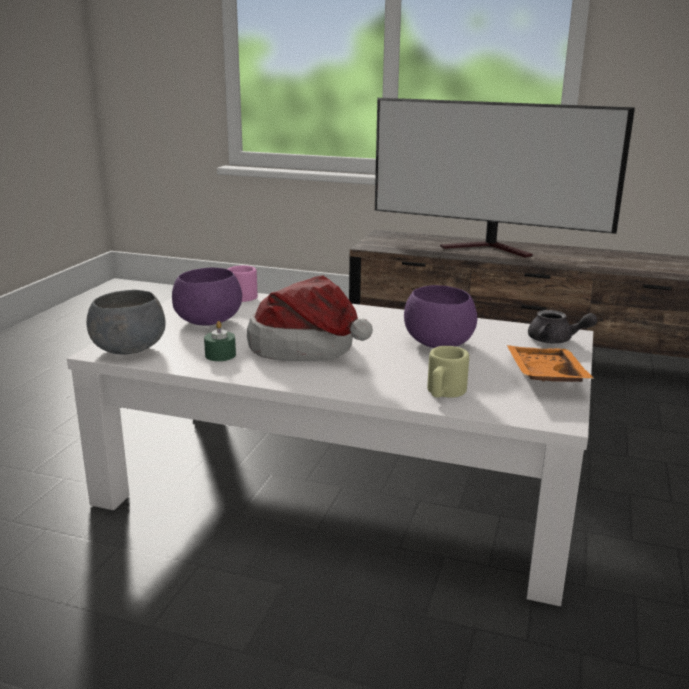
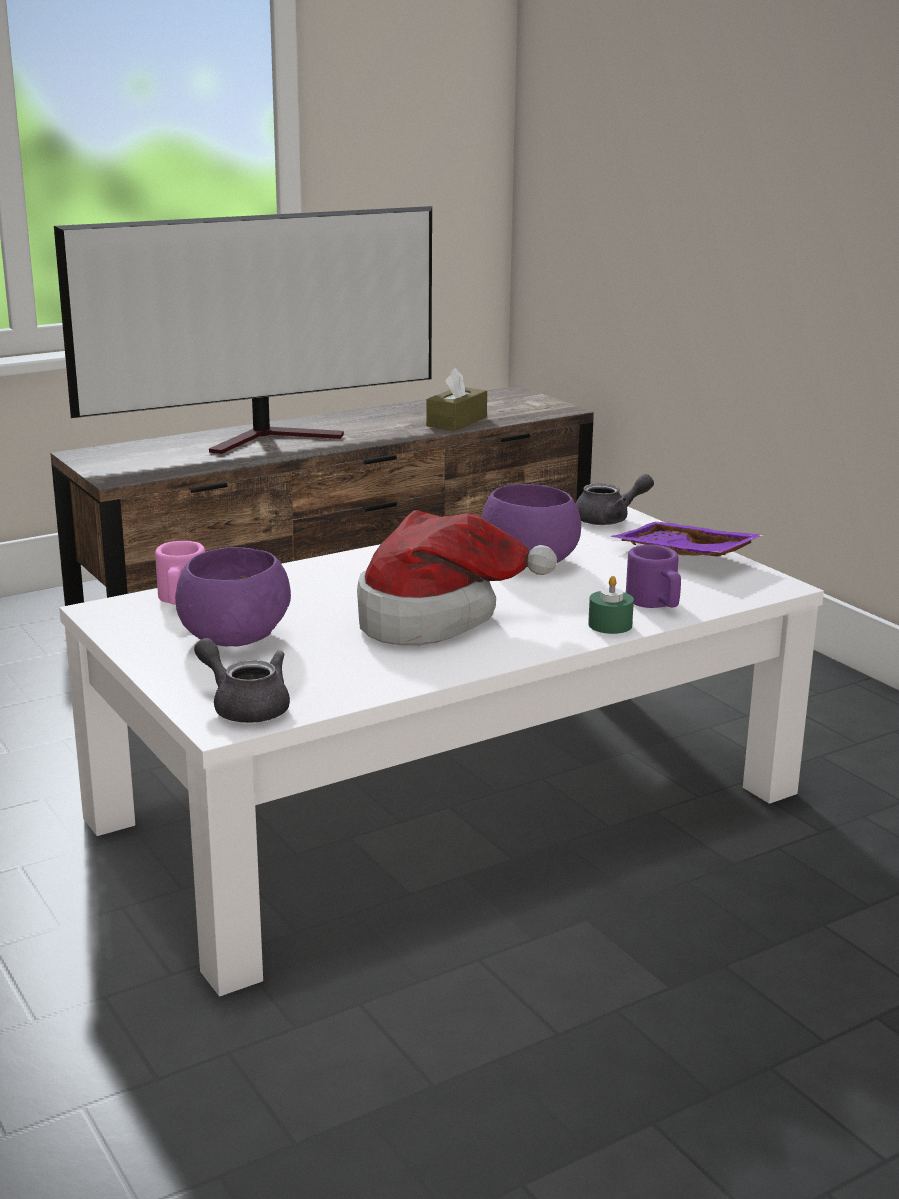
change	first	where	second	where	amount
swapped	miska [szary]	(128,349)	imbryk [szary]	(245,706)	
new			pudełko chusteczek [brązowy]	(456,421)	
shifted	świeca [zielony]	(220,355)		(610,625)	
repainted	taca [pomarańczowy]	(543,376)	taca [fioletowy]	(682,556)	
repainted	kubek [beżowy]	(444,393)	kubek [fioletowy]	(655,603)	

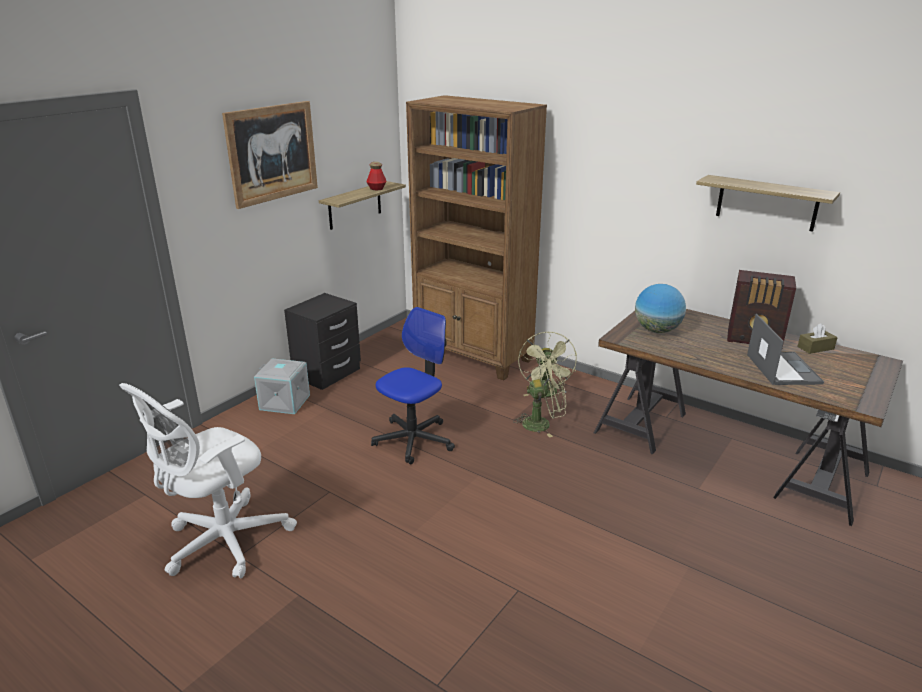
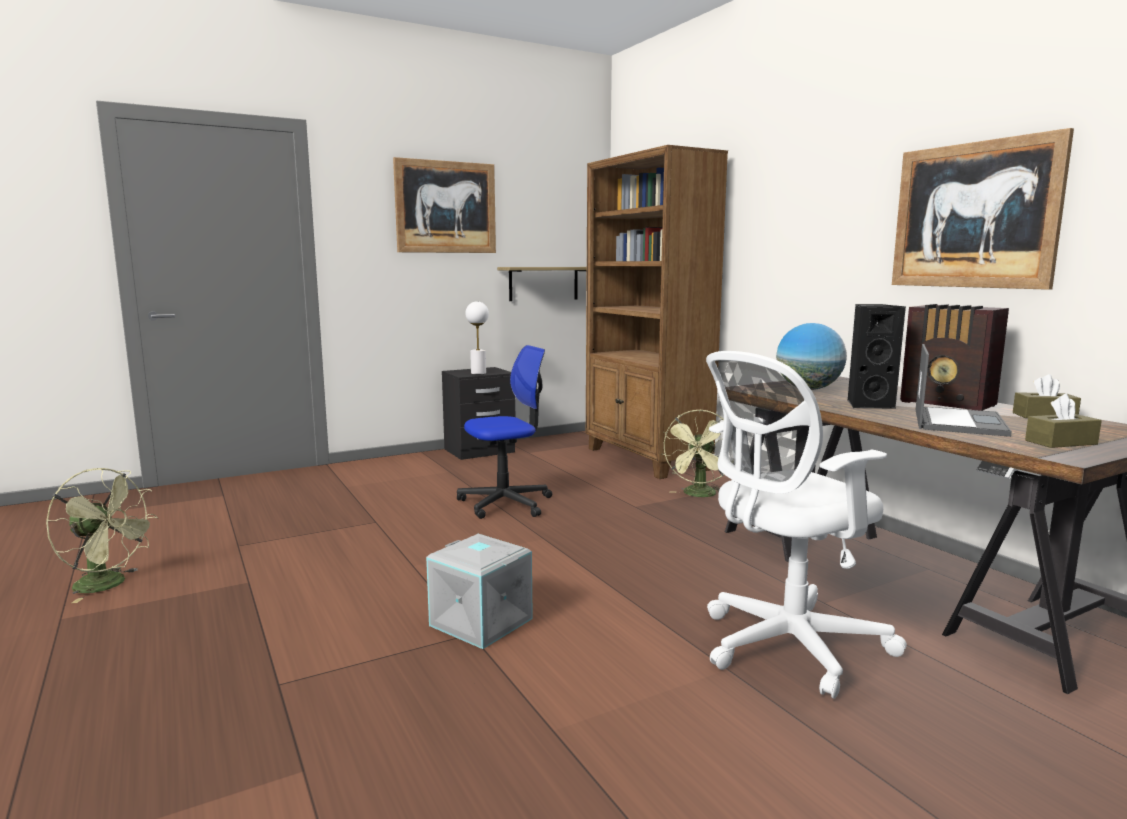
change	first	where	second	where	amount
shifted	wentylator [zielony]	(542,423)		(109,585)	
shifted	pojemnik do przechowywania [szary]	(284,402)		(479,622)	
new			lampa stołowa [biały]	(478,373)	
shifted	krzesło biurowe [biały]	(221,543)		(785,647)	
new			głośnik [czarny]	(868,405)	
swapped	półka	(766,203)	obraz	(973,215)	
new			pudełko chusteczek [brązowy]	(1061,442)	
gone	butelka	(376,189)			

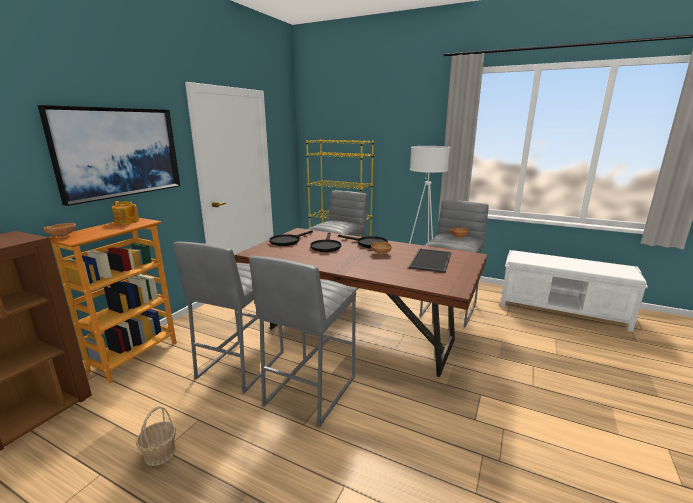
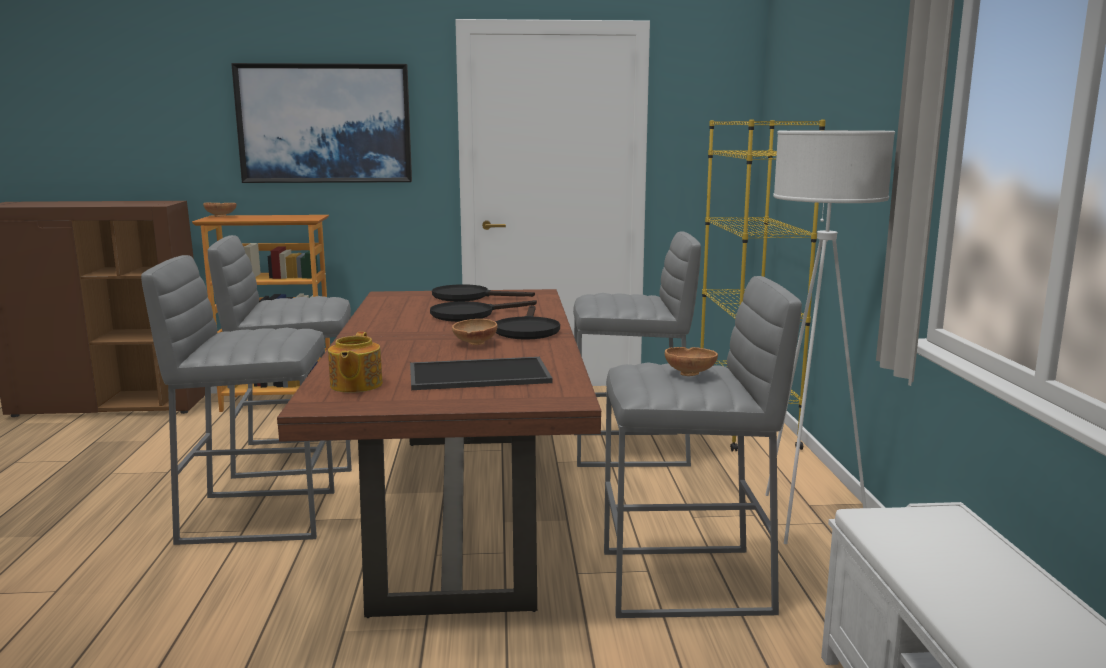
change	first	where	second	where	amount
shifted	imbryk	(127,221)		(355,385)	
gone	koszyk	(159,453)			

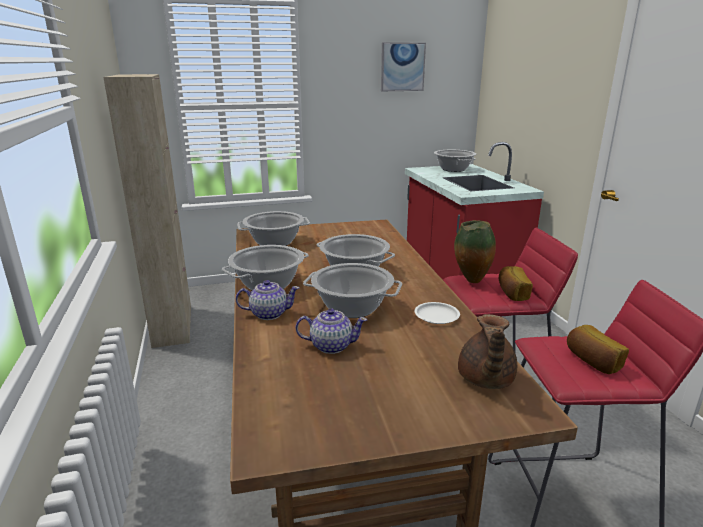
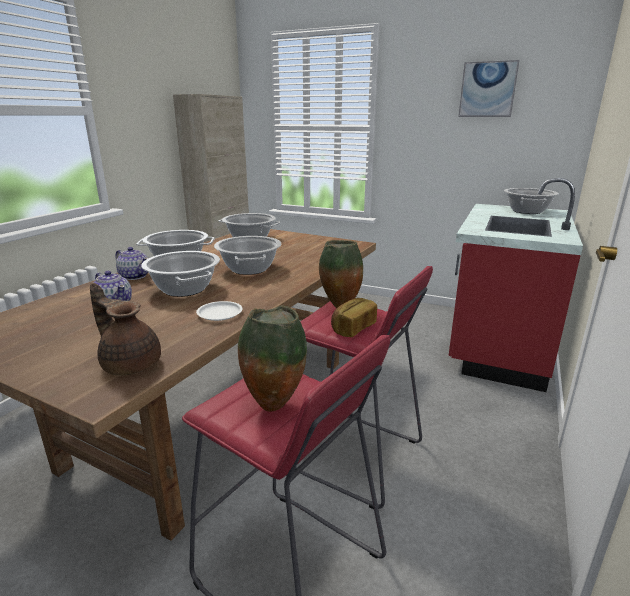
change	first	where	second	where	amount
rotated	imbryk [brązowy]	(485,380)		(130,363)	75 degrees clockwise
swapped	chleb	(592,361)	wazon	(274,405)	

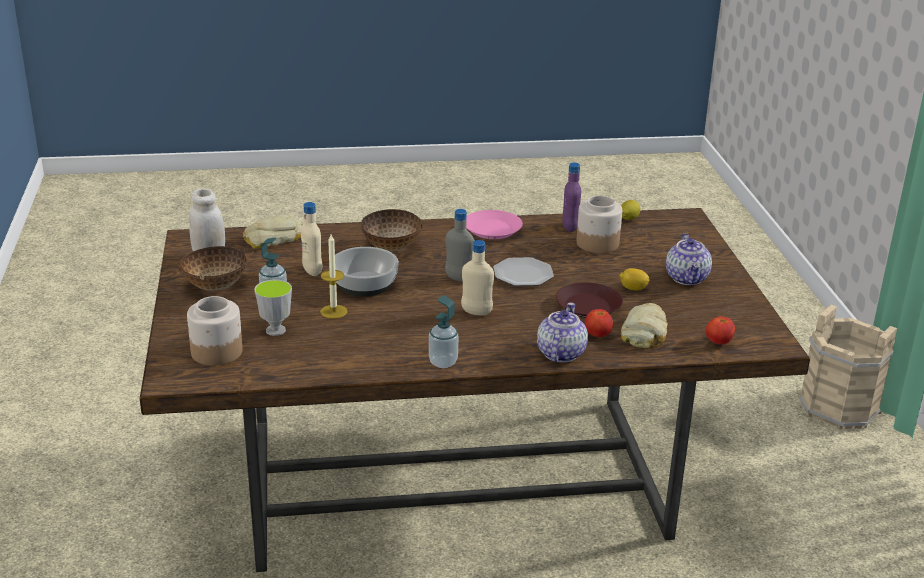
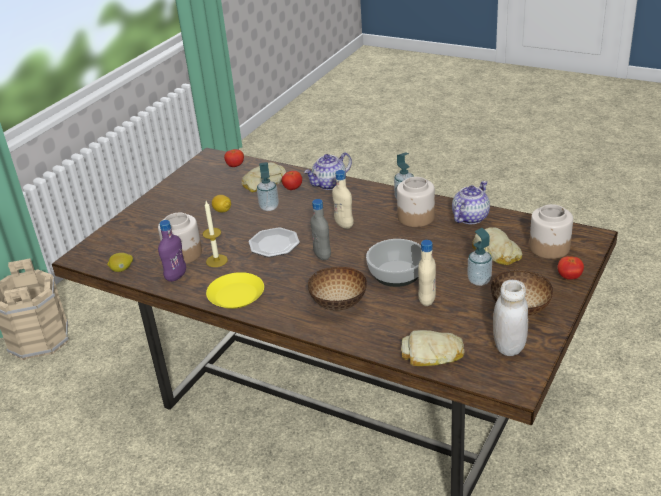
change	first	where	second	where	amount
shifted	świeca	(333,311)		(216,260)	
repainted	talerz [różowy]	(493,230)	talerz [żółty]	(236,295)	
swapped	talerz [brązowy]	(588,306)	dozownik mydła	(269,207)	
new			słoik	(416,217)	
shifted	imbryk	(687,278)		(470,217)	
swapped	filiżanka	(275,330)	chleb	(496,252)	
new			pomidor	(569,277)	

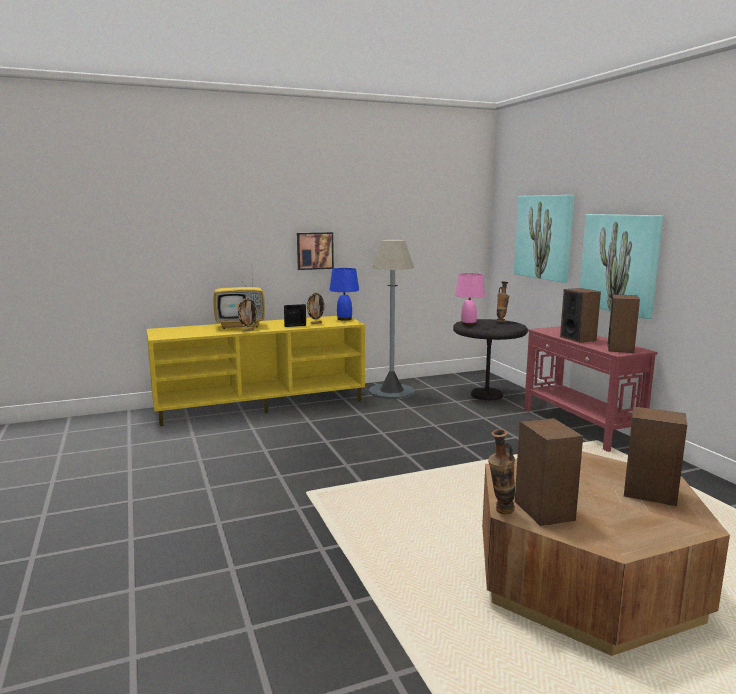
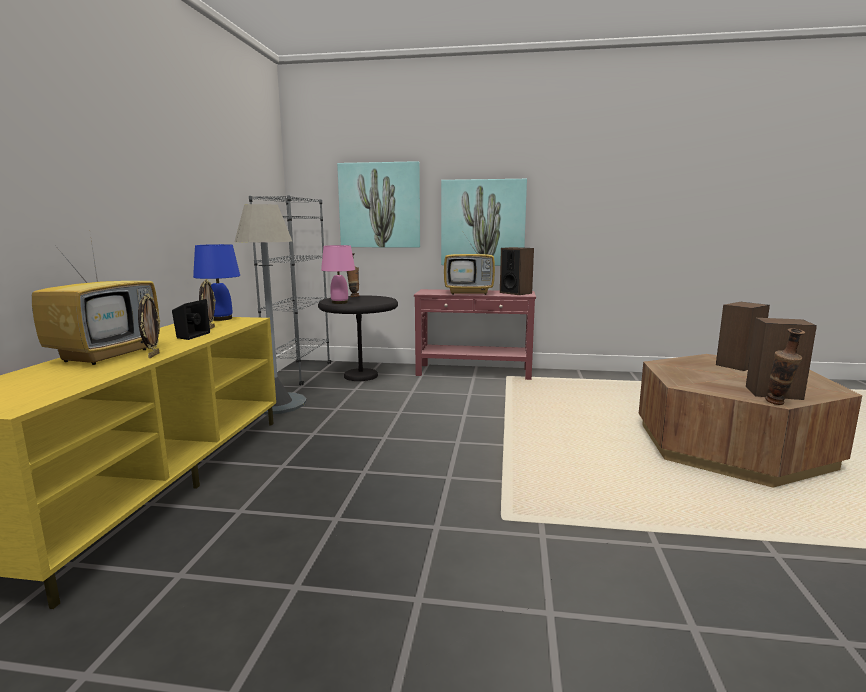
change	first	where	second	where	amount
new			regał [szary]	(299,373)	
swapped	głośnik	(578,338)	telewizor	(470,293)	
gone	obraz	(314,250)			

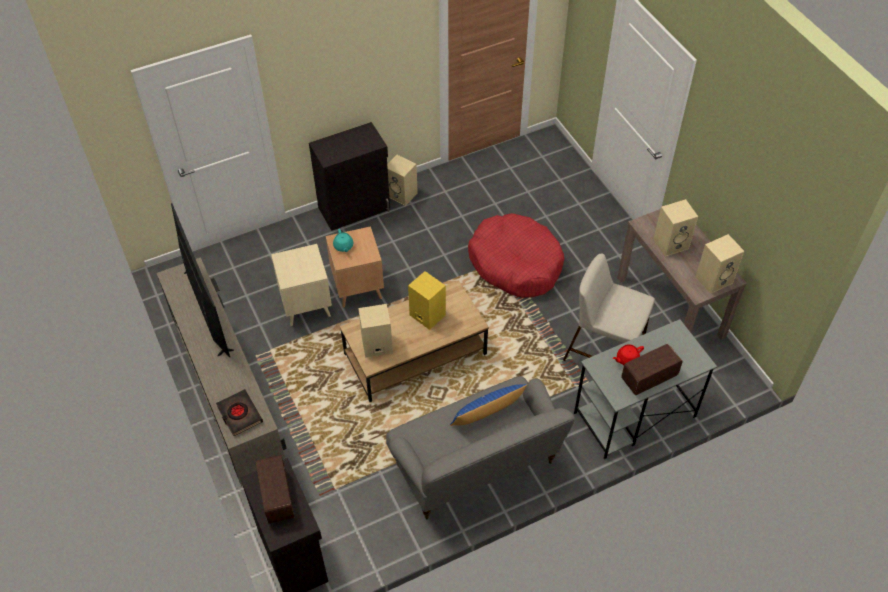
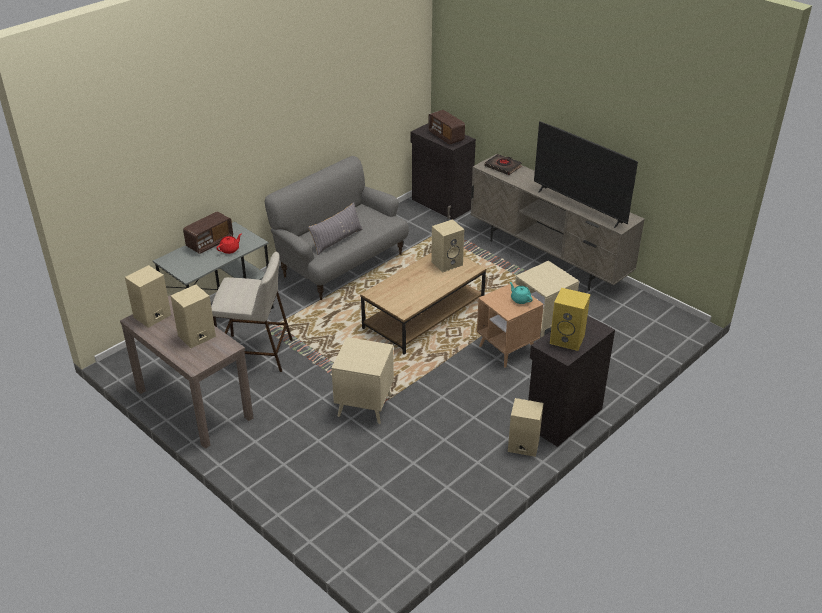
change	first	where	second	where	amount
repainted	poduszka [niebieski]	(487,413)	poduszka [szary]	(337,240)	
swapped	legowisko [czerwony]	(515,263)	stolik [beżowy]	(364,406)	
shifted	głośnik [żółty]	(426,315)		(568,339)	

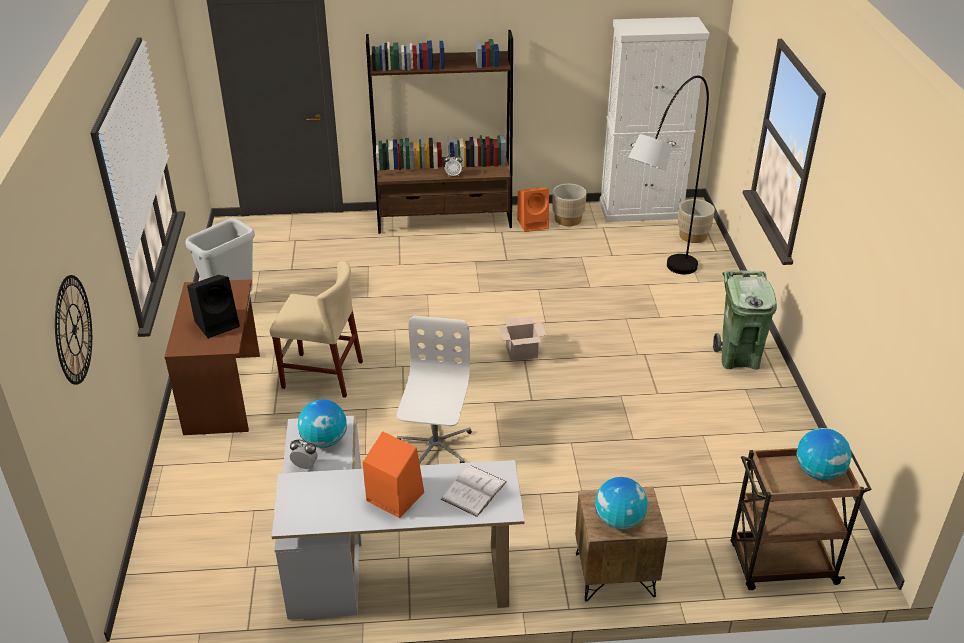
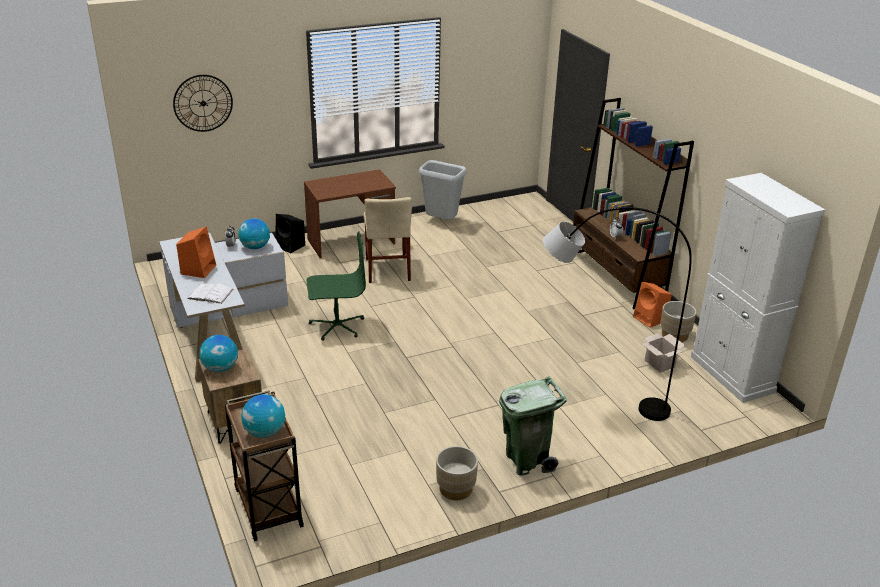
change	first	where	second	where	amount
shifted	głośnik [czarny]	(218,323)		(291,246)	
repainted	krzesło biurowe [biały]	(434,445)	krzesło biurowe [zielony]	(337,326)	
shifted	donica [beżowy]	(693,236)		(456,489)	
shifted	karton	(522,352)		(660,364)	

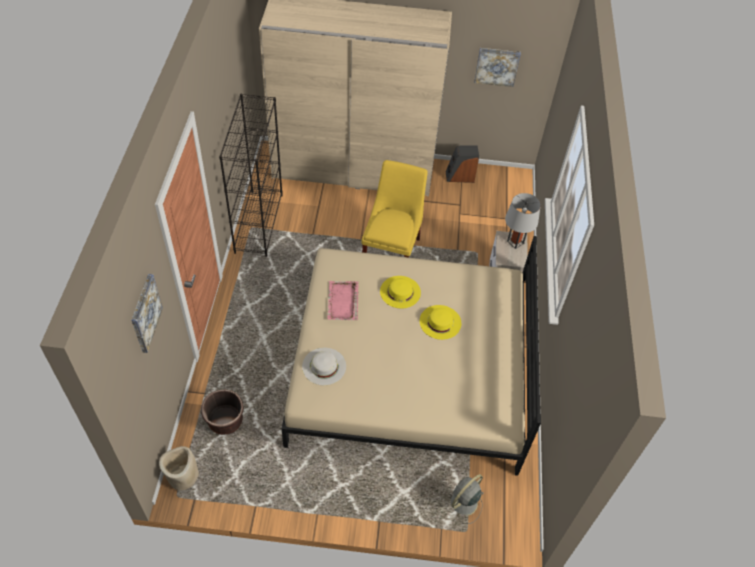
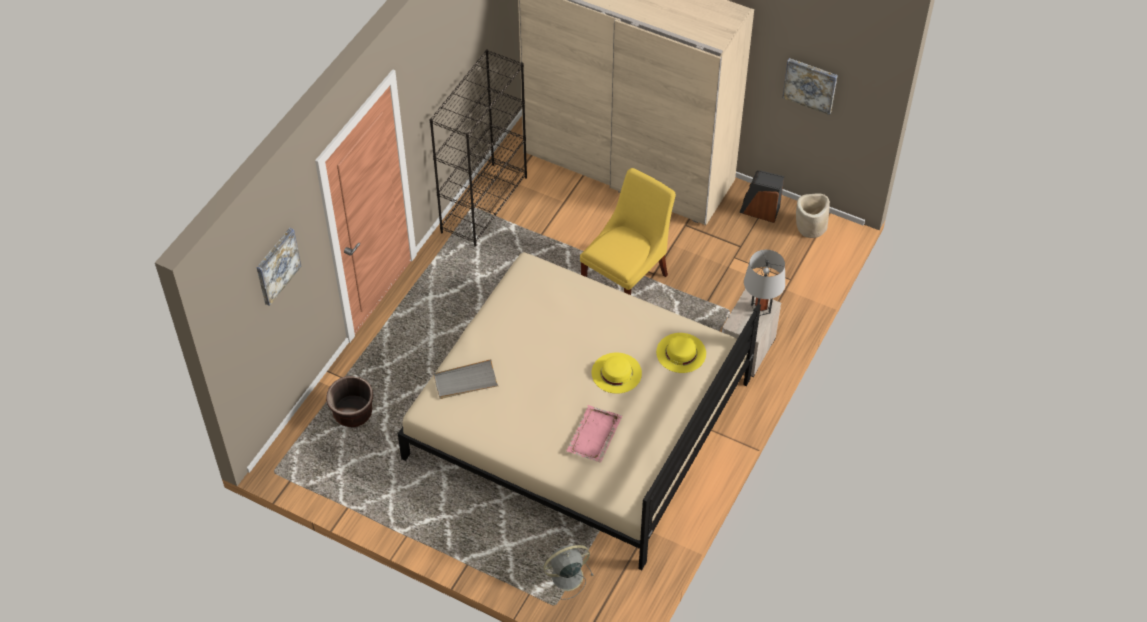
change	first	where	second	where	amount
swapped	kapelusz [biały]	(324,366)	taca [szary]	(465,381)	
shifted	taca [różowy]	(342,302)		(594,435)	
shifted	kapelusz [żółty]	(400,292)		(681,353)	
shifted	donica [beżowy]	(182,476)		(810,227)	

